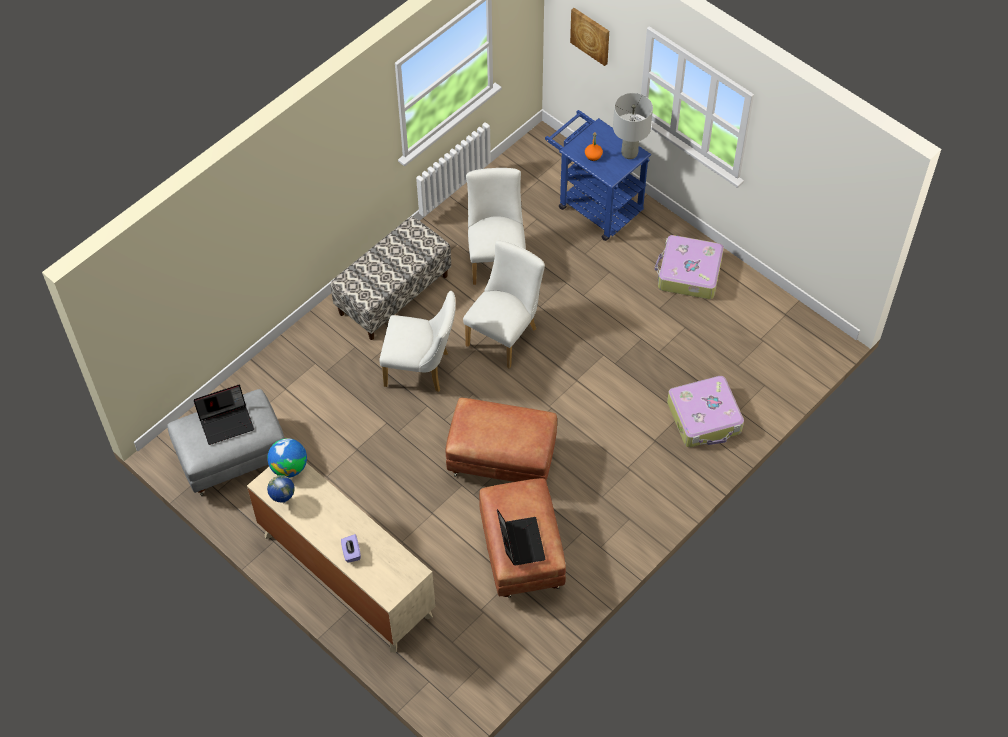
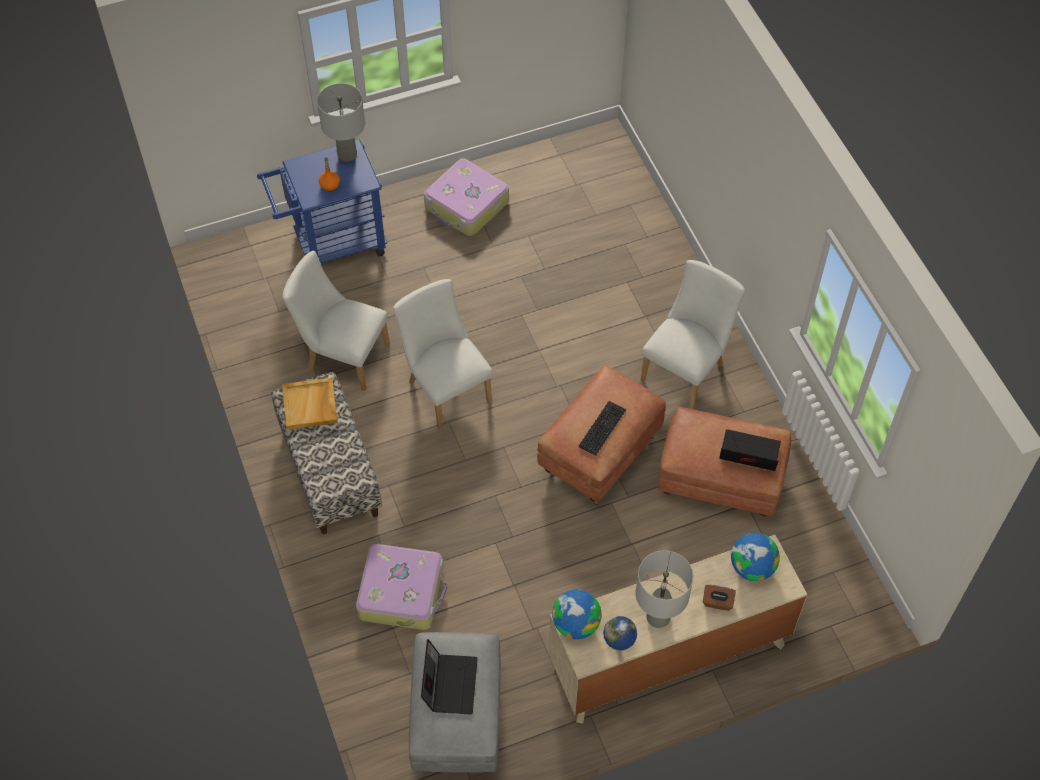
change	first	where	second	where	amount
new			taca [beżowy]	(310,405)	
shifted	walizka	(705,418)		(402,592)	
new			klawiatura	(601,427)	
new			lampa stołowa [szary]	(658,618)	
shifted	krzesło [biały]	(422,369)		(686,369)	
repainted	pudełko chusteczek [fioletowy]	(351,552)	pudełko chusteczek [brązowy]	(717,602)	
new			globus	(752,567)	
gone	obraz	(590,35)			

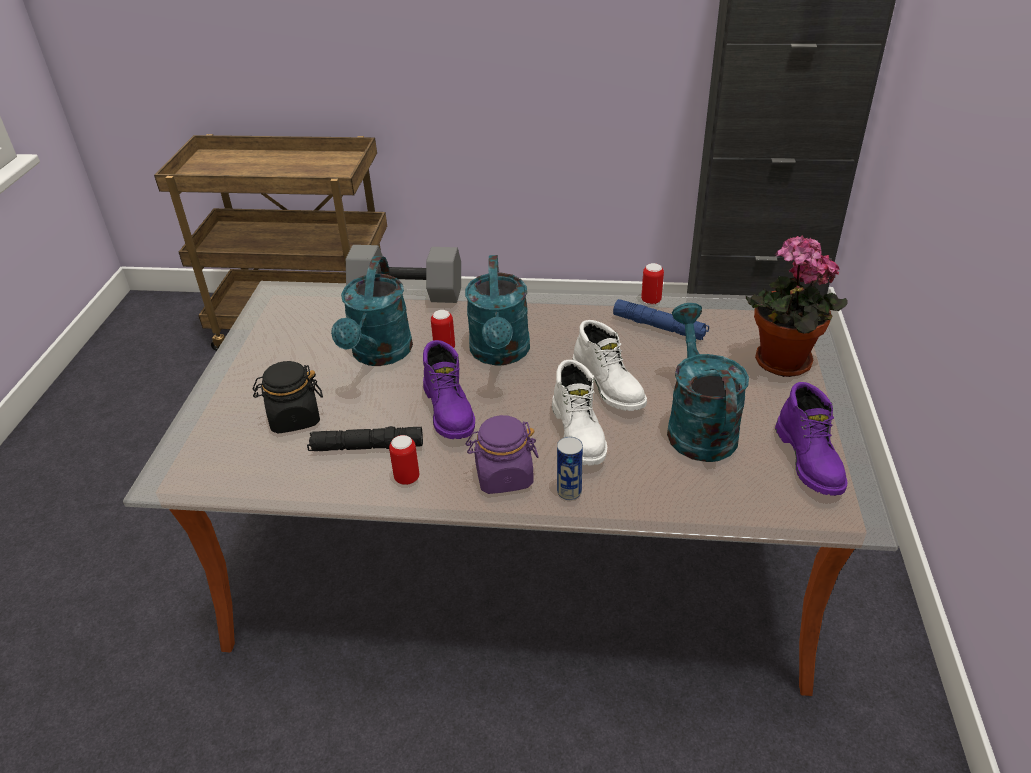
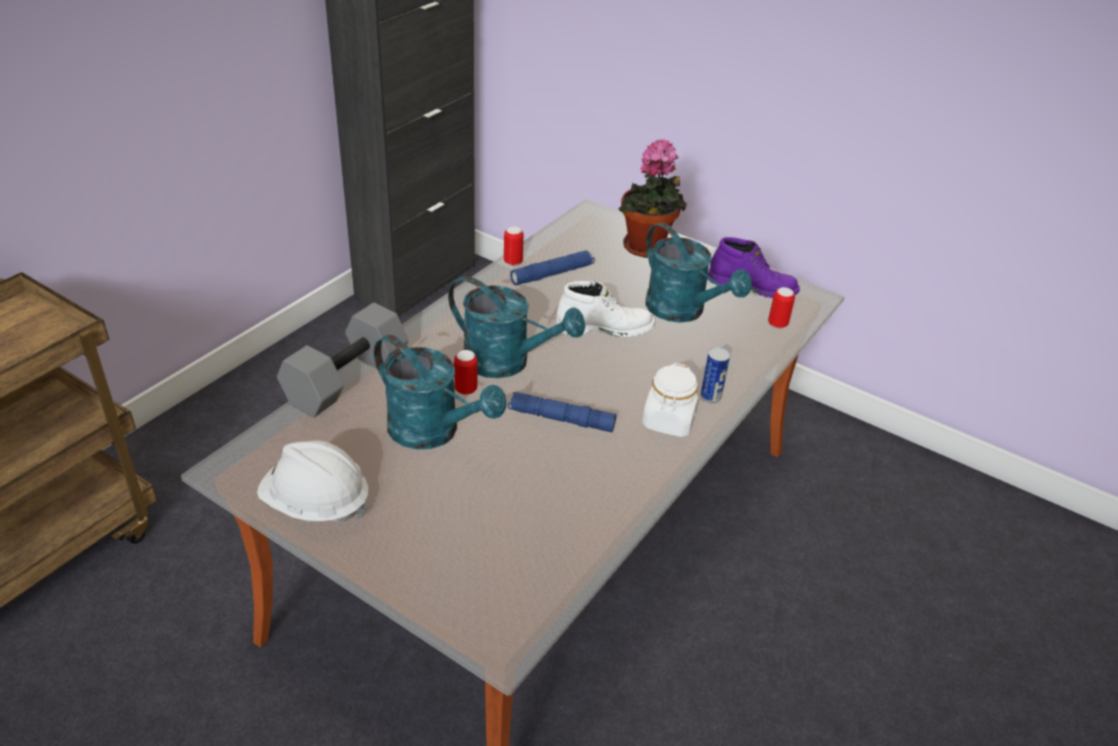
change	first	where	second	where	amount
new			kask [biały]	(316,504)	
swapped	but z cholewką [fioletowy]	(450,410)	latarka [niebieski]	(561,419)	
repainted	słoik [fioletowy]	(503,476)	słoik [biały]	(669,421)	
rotated	konewka [turkusowy]	(697,425)		(683,311)	150 degrees counterclockwise
shifted	puszka	(407,478)		(777,324)	
gone	słoik [czarny]	(294,418)			
gone	latarka [czarny]	(367,446)			
gone	but z cholewką [biały]	(579,433)			

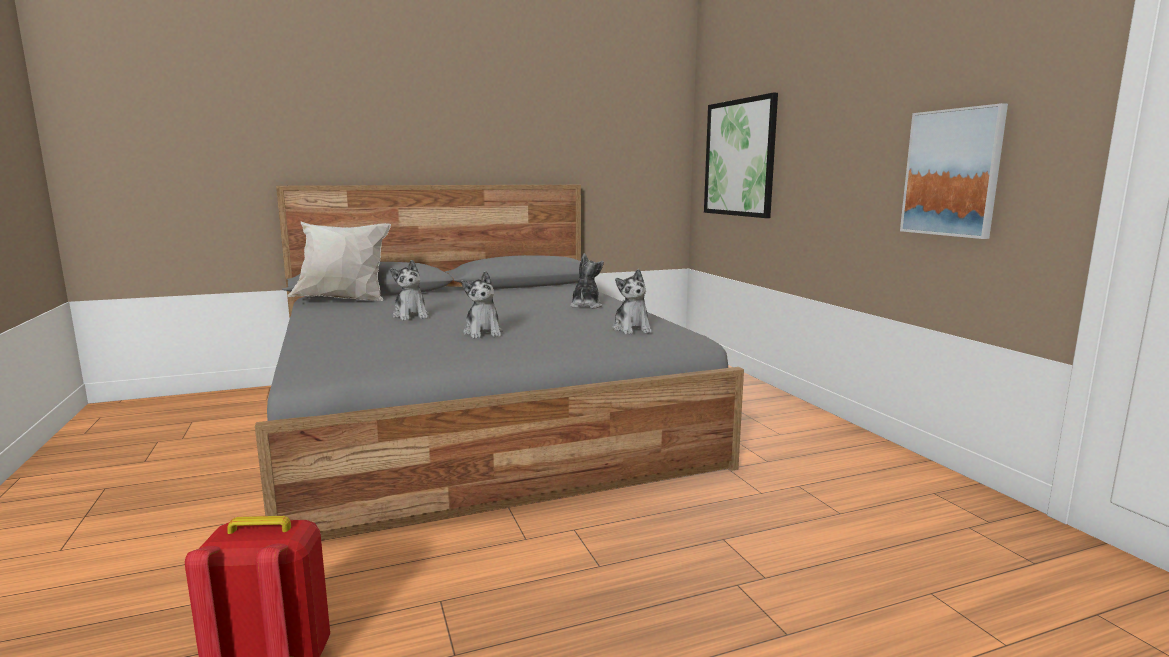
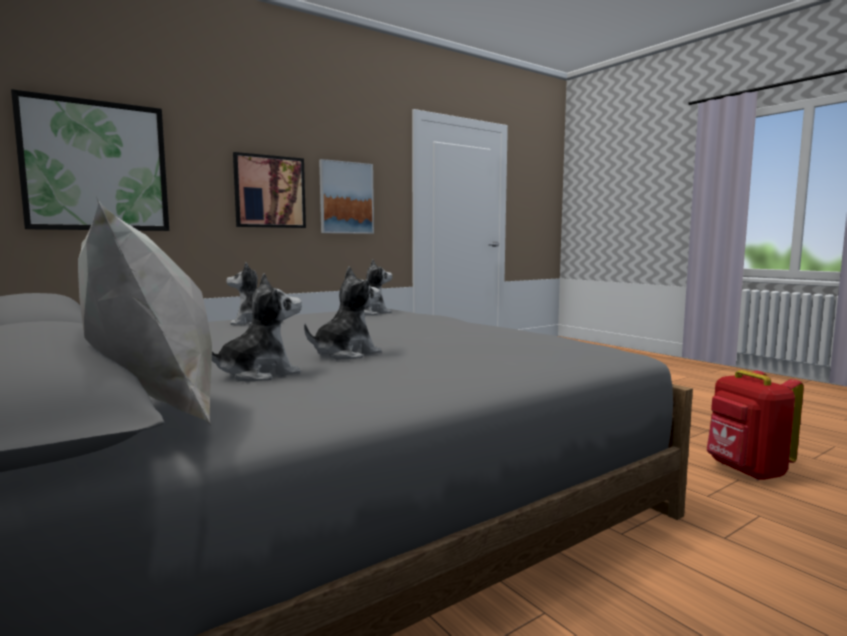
change	first	where	second	where	amount
shifted	pluszak	(483,333)		(259,374)	
new			obraz	(270,192)	

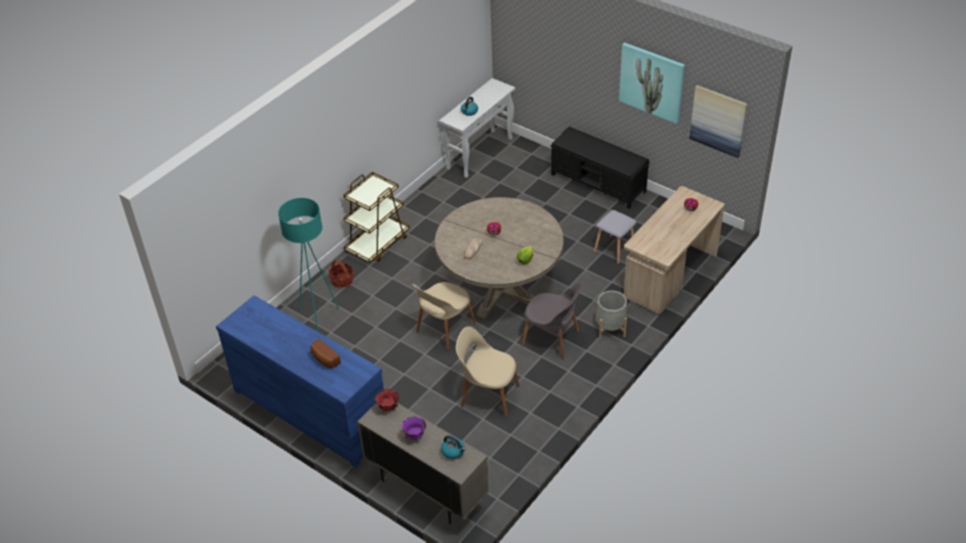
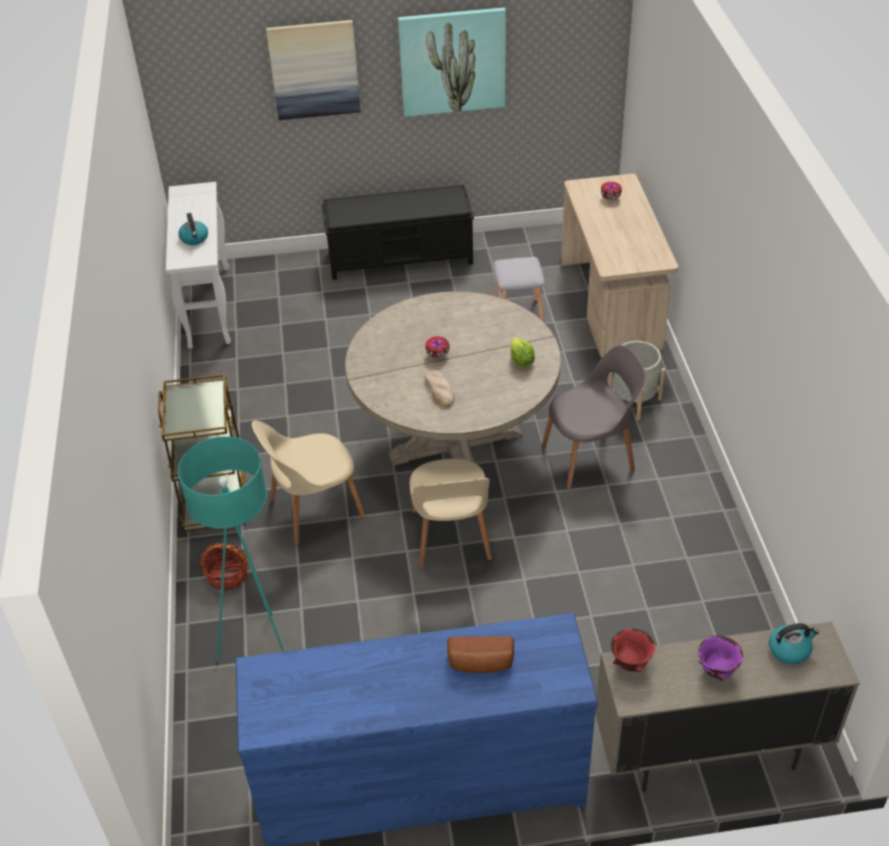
change	first	where	second	where	amount
shifted	krzesło [beżowy]	(488,395)		(314,509)	
shifted	obraz	(718,120)		(314,69)	

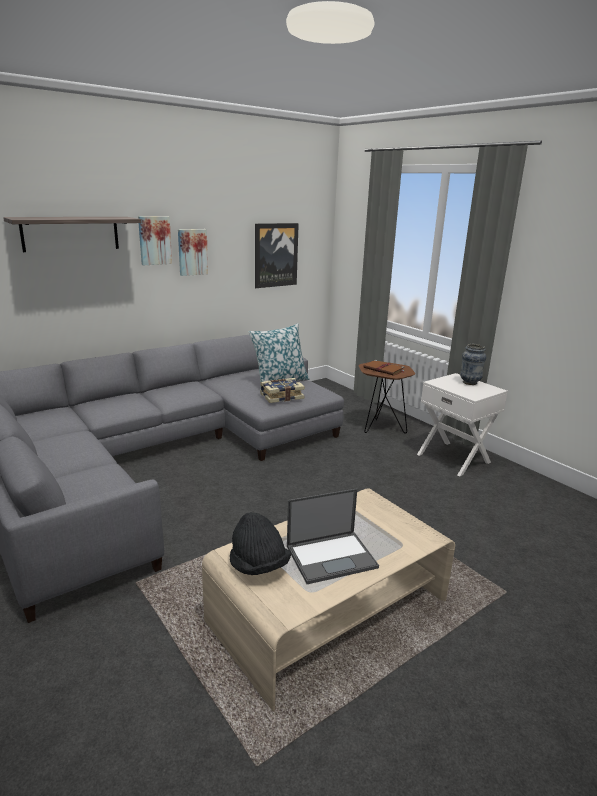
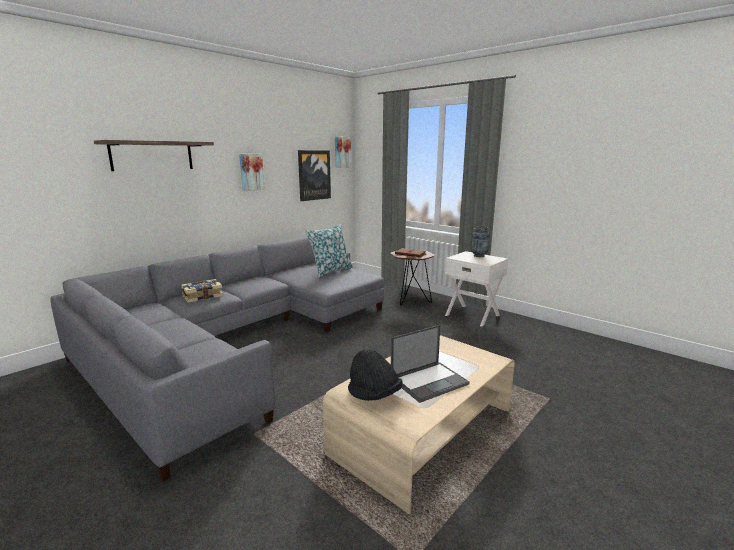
change	first	where	second	where	amount
shifted	książka	(281,396)		(202,296)	
shifted	obraz	(154,240)		(342,152)	

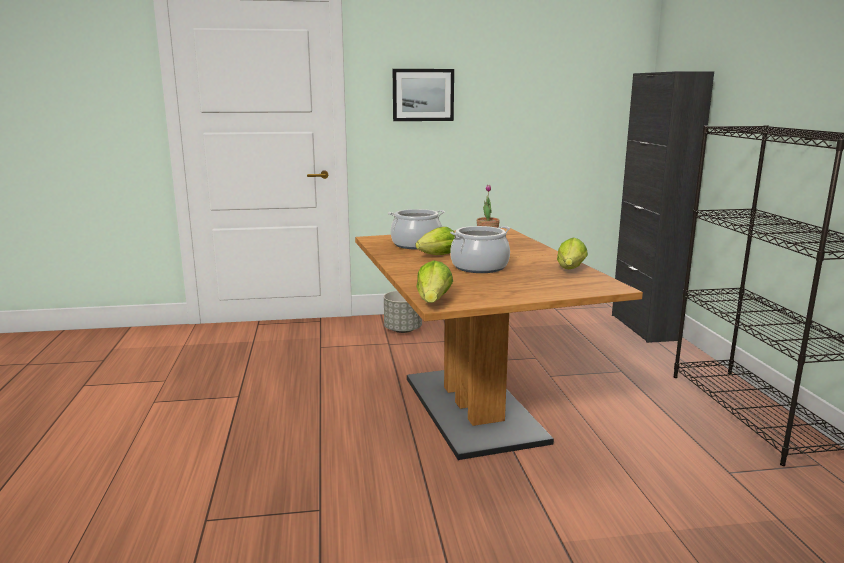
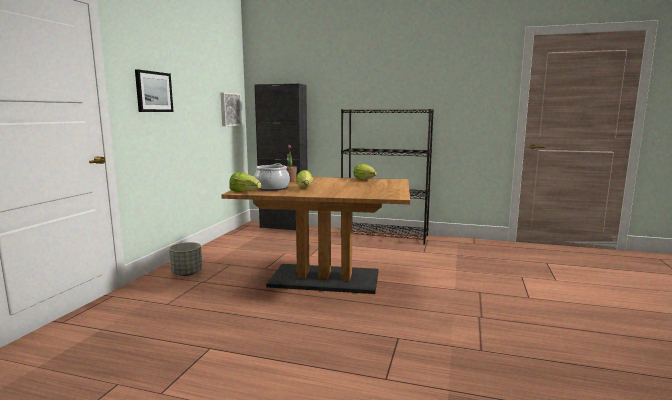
change	first	where	second	where	amount
new			obraz	(229,109)	
shifted	sałata	(433,301)		(244,192)	
gone	garnek	(479,267)			

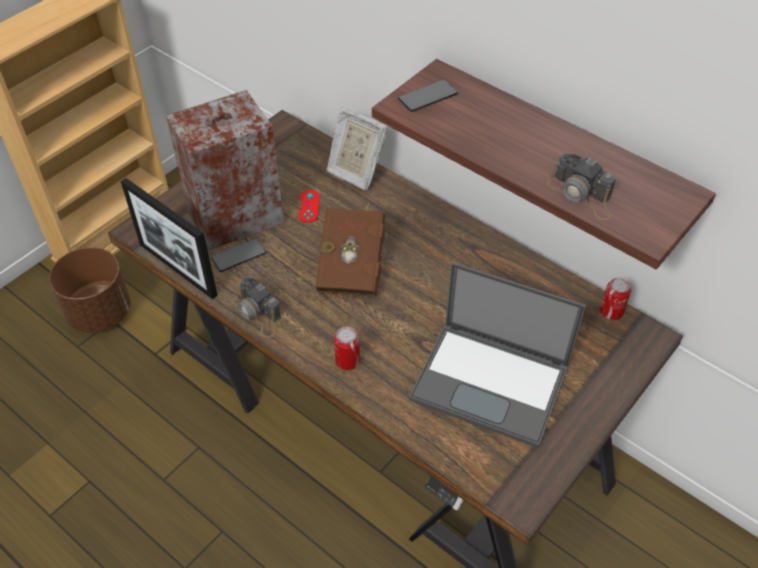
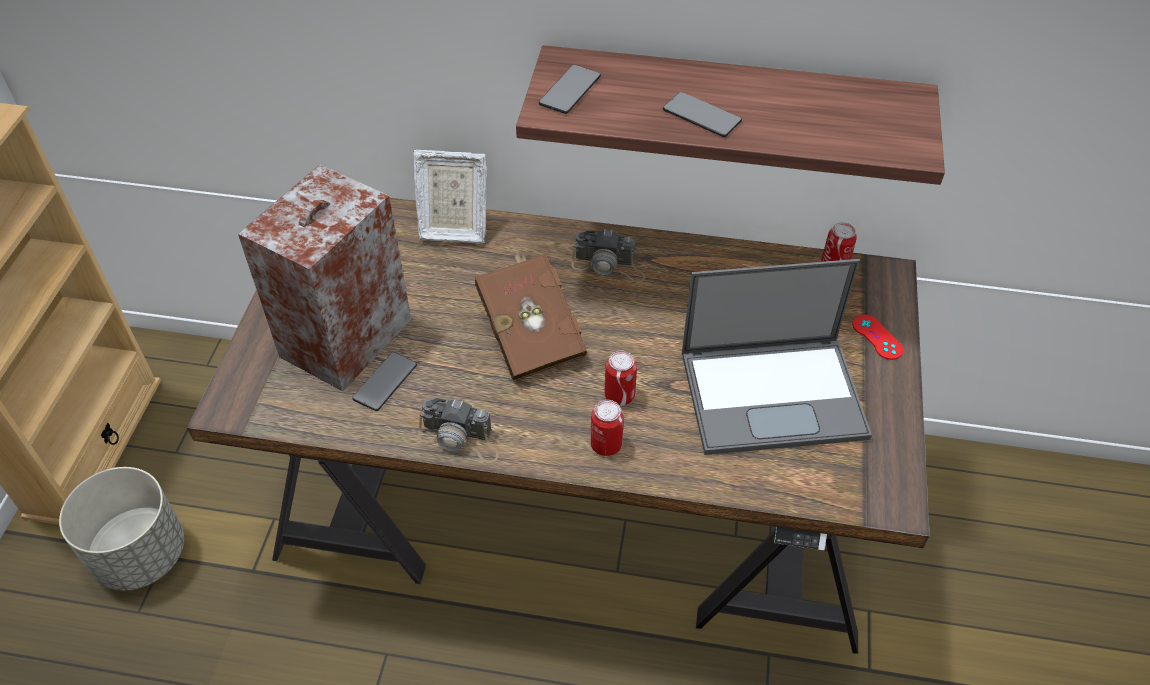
change	first	where	second	where	amount
repainted	donica [brązowy]	(99,312)	donica [szary]	(140,554)	
shifted	aparat fotograficzny	(582,195)		(609,265)	
new			puszka	(619,395)	
new			telefon	(701,116)	
shifted	pad do gier [czerwony]	(309,206)		(877,337)	
gone	ramka na zdjęcie	(177,269)			

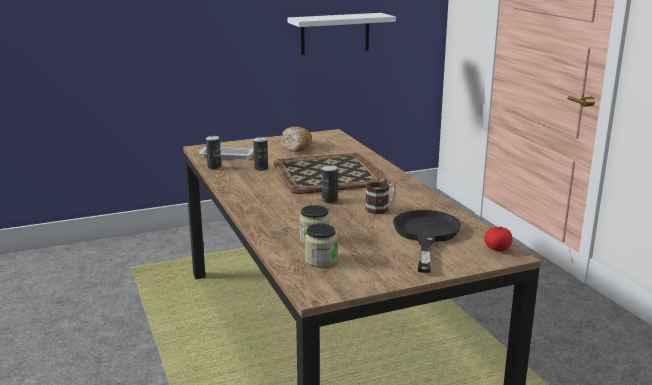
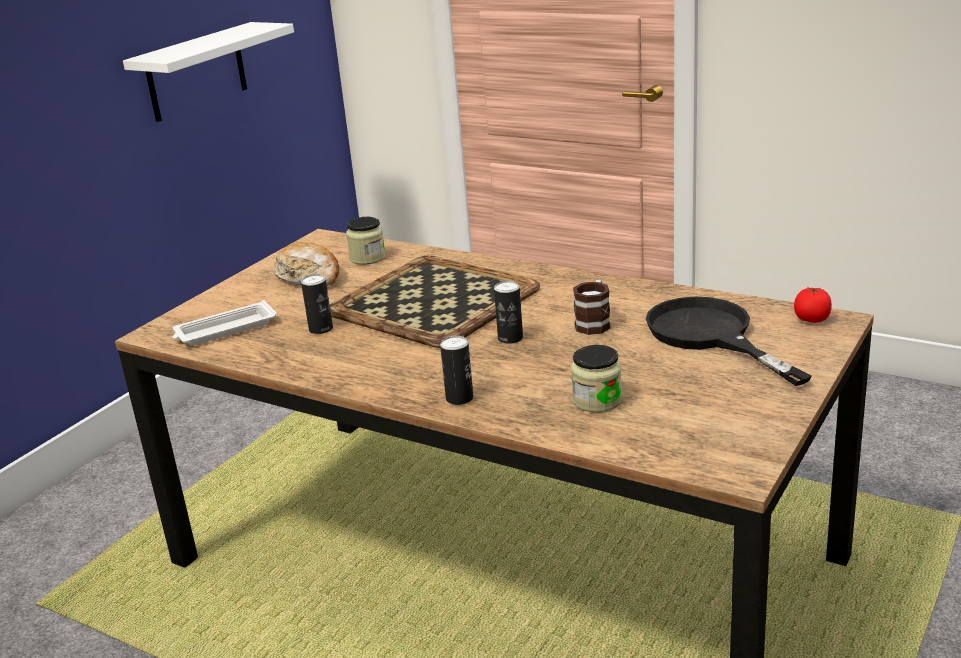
change	first	where	second	where	amount
shifted	słoik	(321,260)		(367,258)	
shifted	puszka	(214,167)		(459,398)	

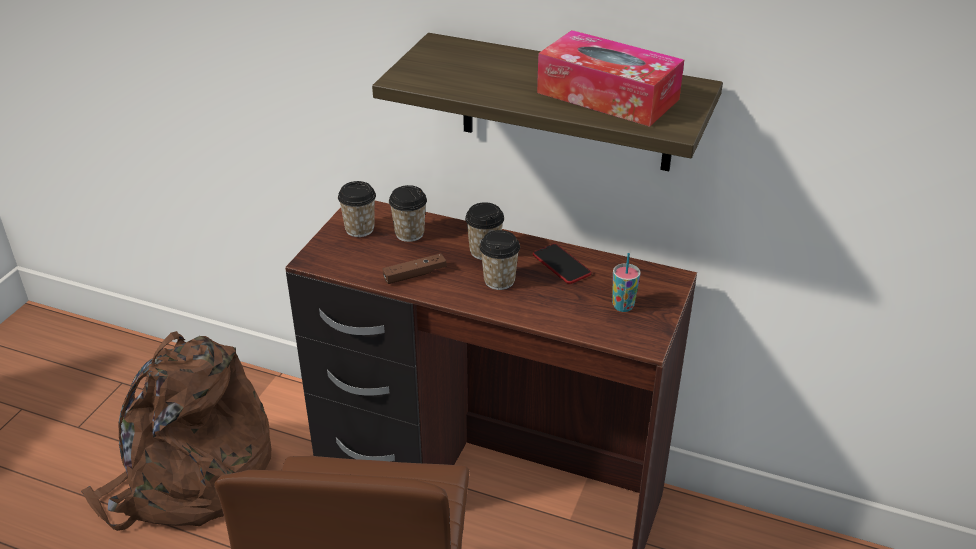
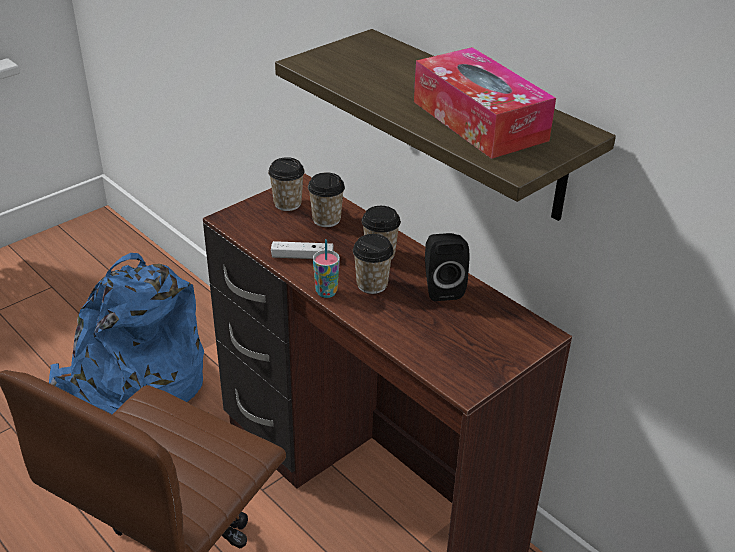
change	first	where	second	where	amount
repainted	plecak [brązowy]	(189,477)	plecak [niebieski]	(134,384)	
repainted	pad do gier [brązowy]	(415,274)	pad do gier [biały]	(302,256)	
shifted	filiżanka	(623,306)		(326,292)	
swapped	telefon	(561,265)	głośnik [czarny]	(441,288)	

